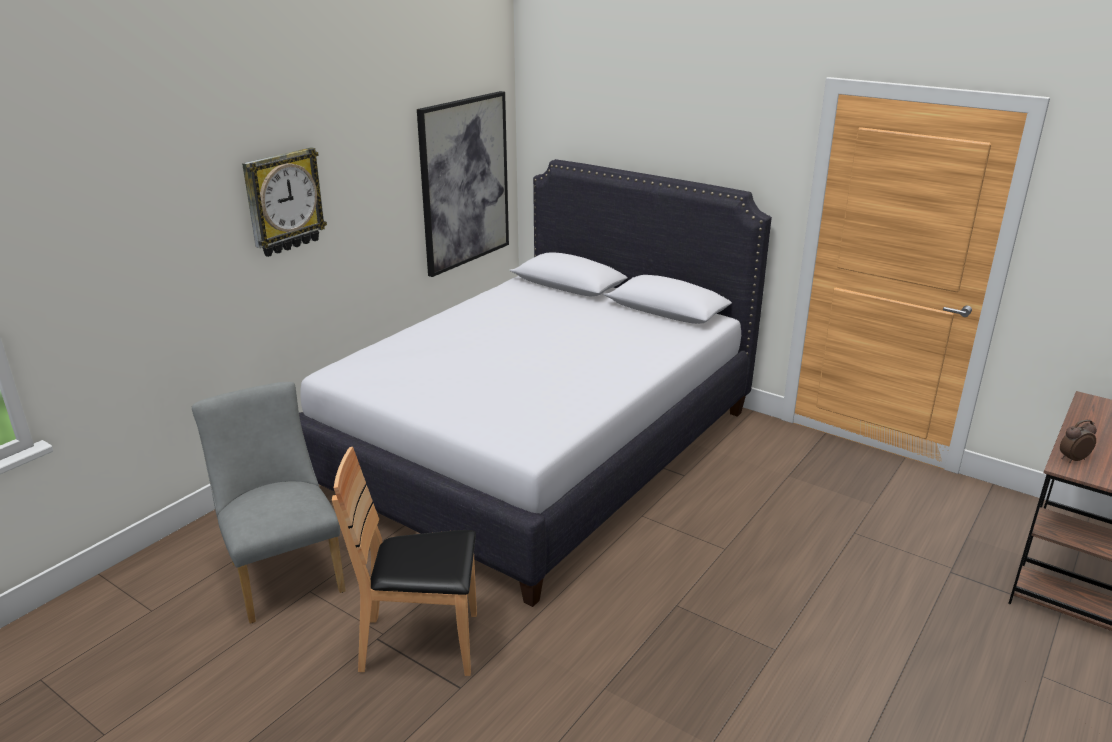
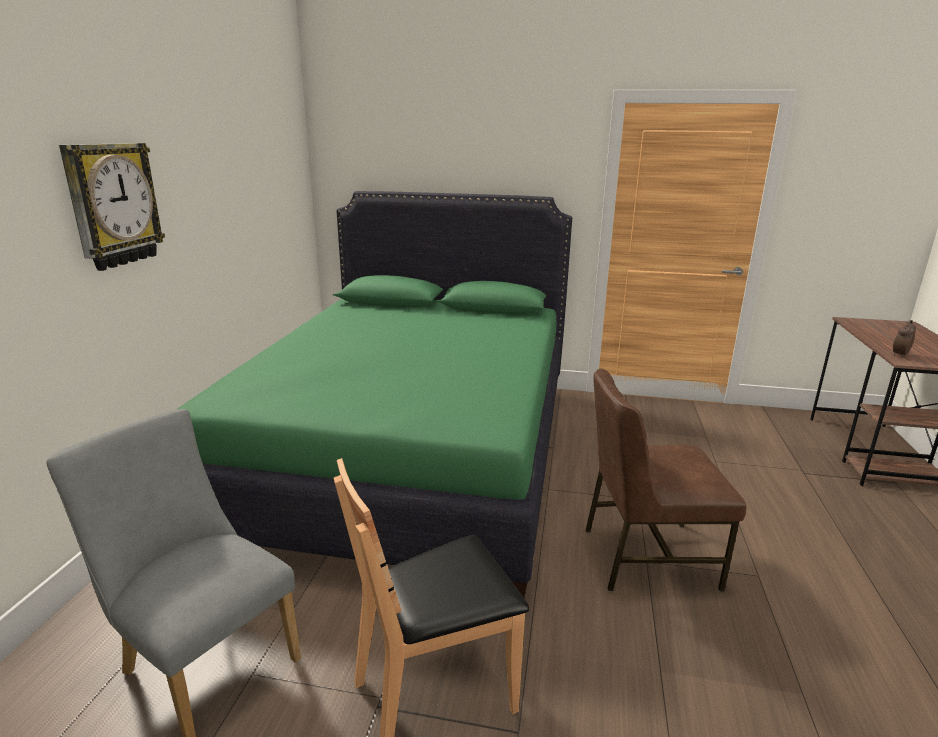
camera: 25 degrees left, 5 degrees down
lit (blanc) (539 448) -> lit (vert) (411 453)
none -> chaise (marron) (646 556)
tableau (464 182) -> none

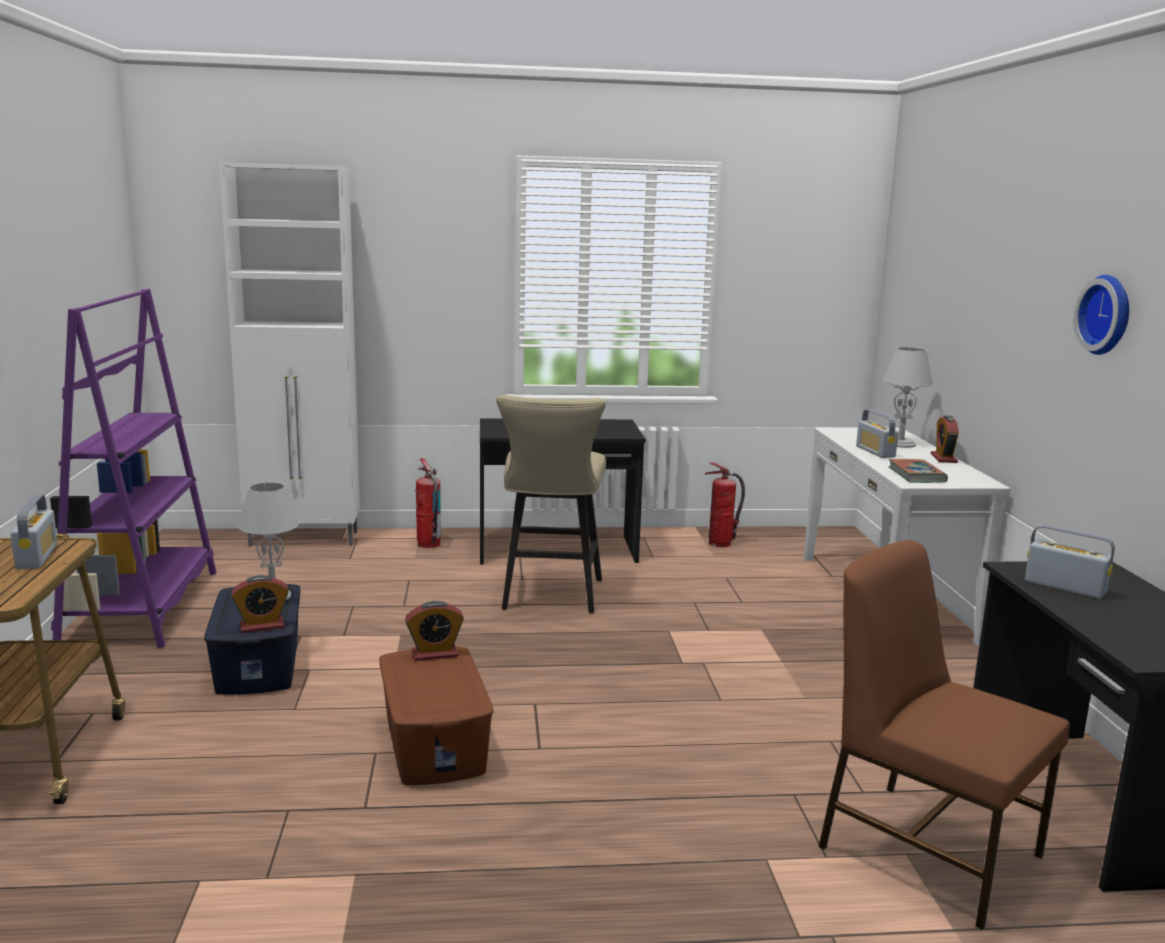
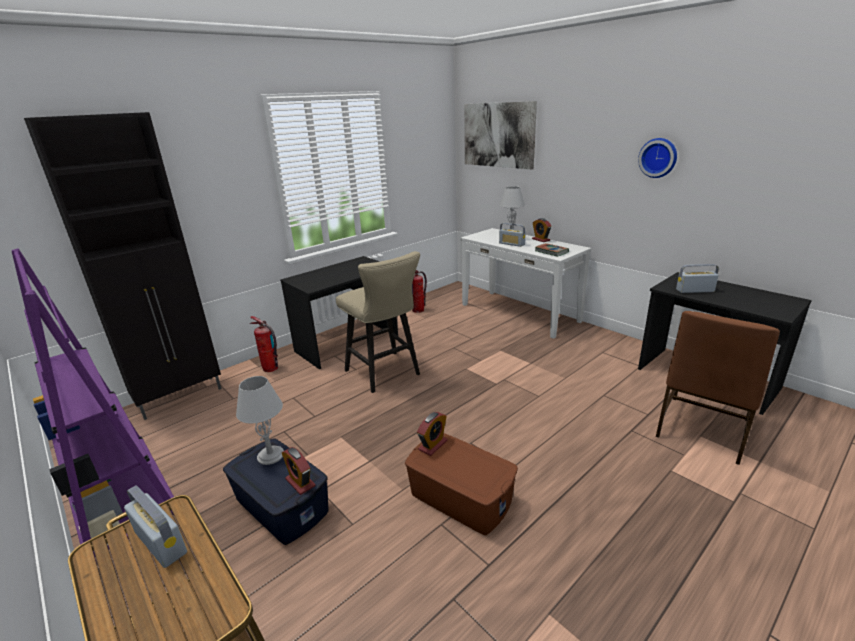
camera: 35 degrees left, 10 degrees up
meuble de rangement (blanc) (305 539) -> meuble de rangement (noir) (181 397)
réveil (262 626) -> réveil (300 482), 105 degrees clockwise
none -> tableau (498 135)
chaise (marron) (927 848) -> chaise (marron) (701 429), 60 degrees counterclockwise

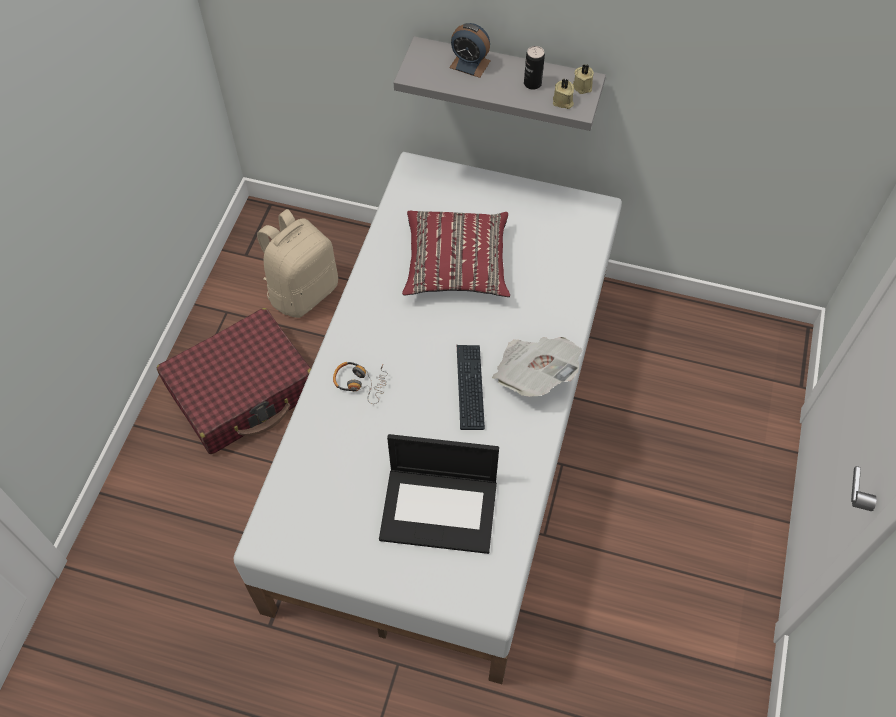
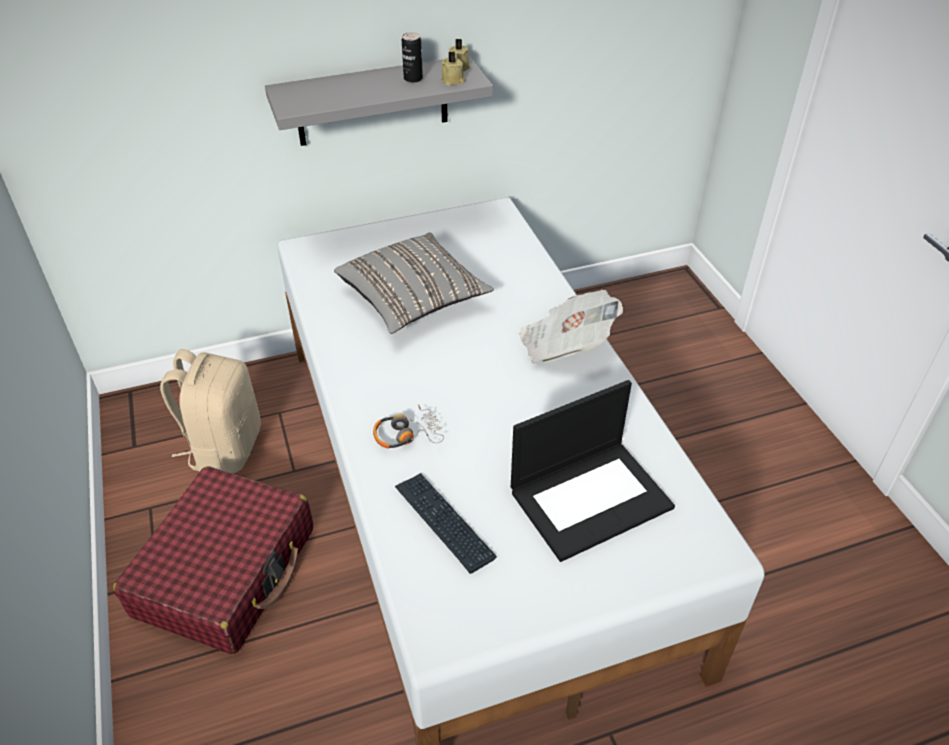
camera: 35 degrees left, 15 degrees down
coussin (rouge) (456 266) -> coussin (gris) (413 299)
clavier (470 387) -> clavier (444 522), shifted
réveil (470 64) -> none

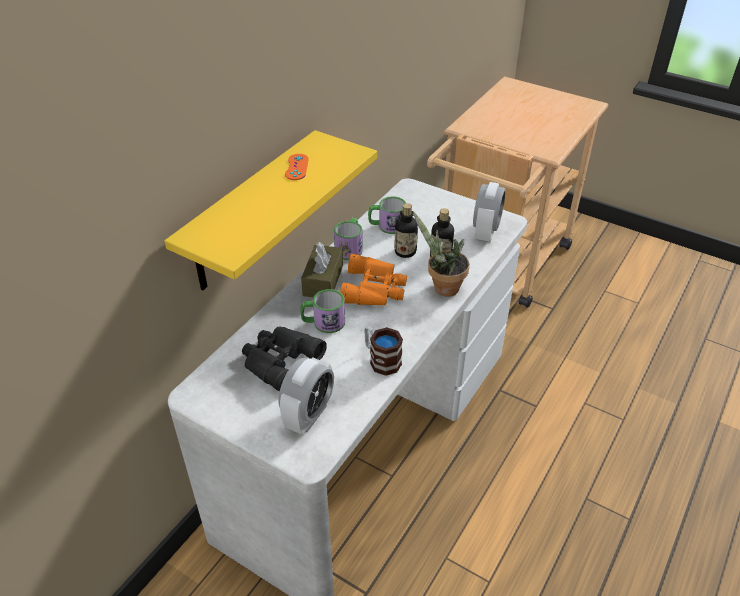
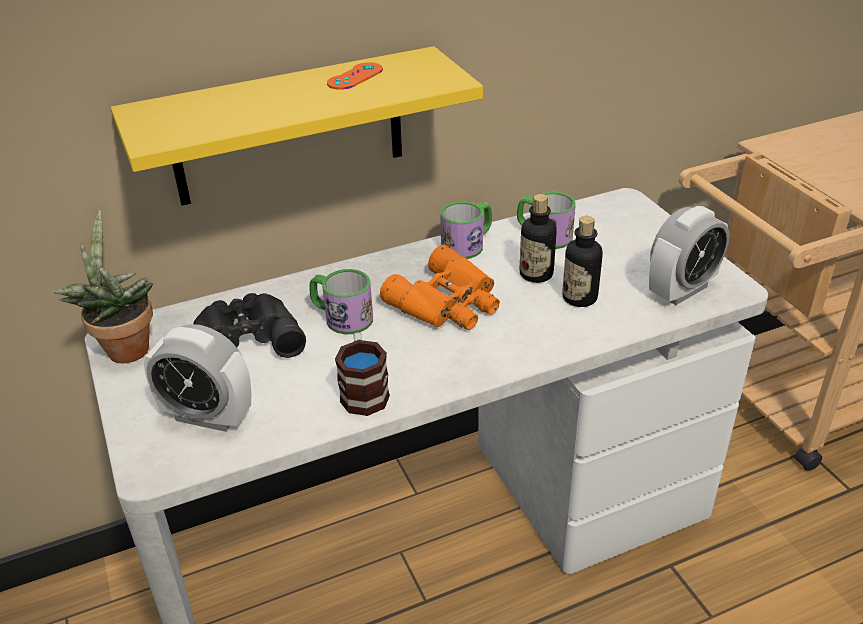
camera: 35 degrees right, 5 degrees down
plante en pot (442 288) -> plante en pot (125 347), shifted
réveil (309 415) -> réveil (207 416), 45 degrees clockwise
boîte à mouchoirs (marron) (323 280) -> none

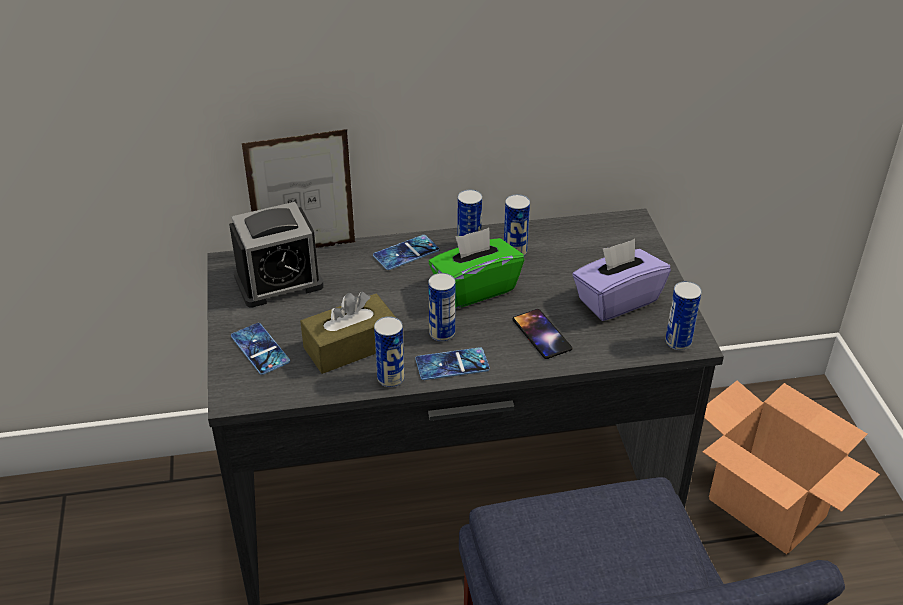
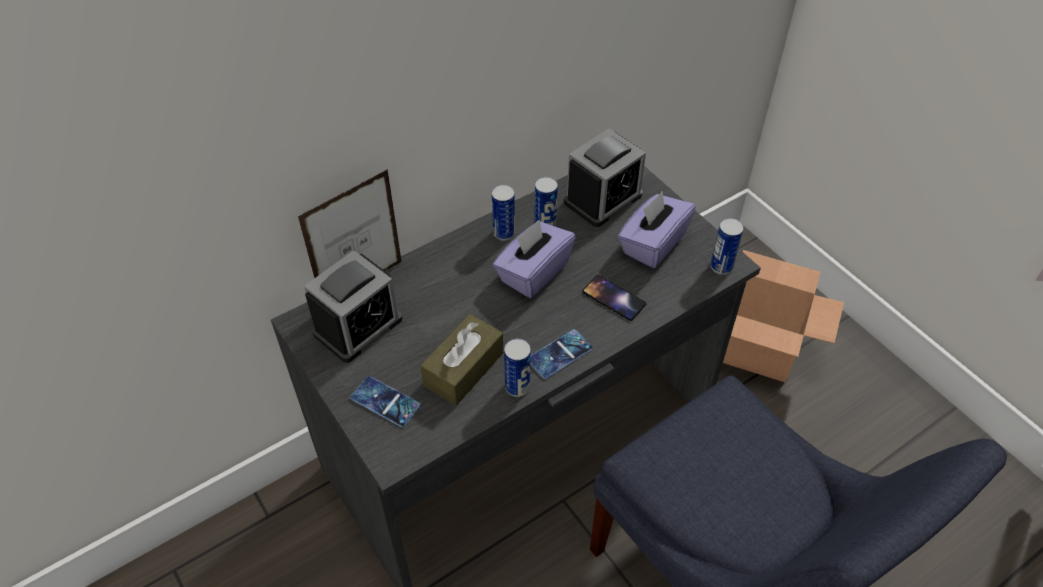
camera: 25 degrees left, 10 degrees up
boîte à mouchoirs (vert) (475 288) -> boîte à mouchoirs (violet) (533 272)
none -> réveil (603 199)
téléphone (406 253) -> none
boîte métallique (442 333) -> none

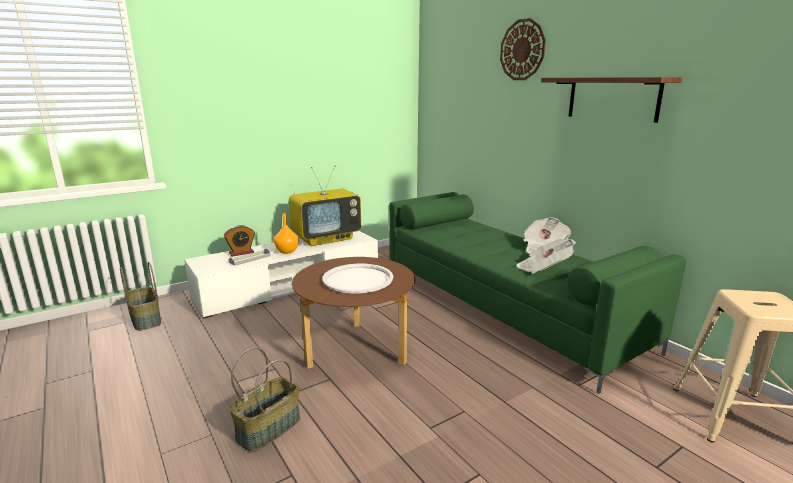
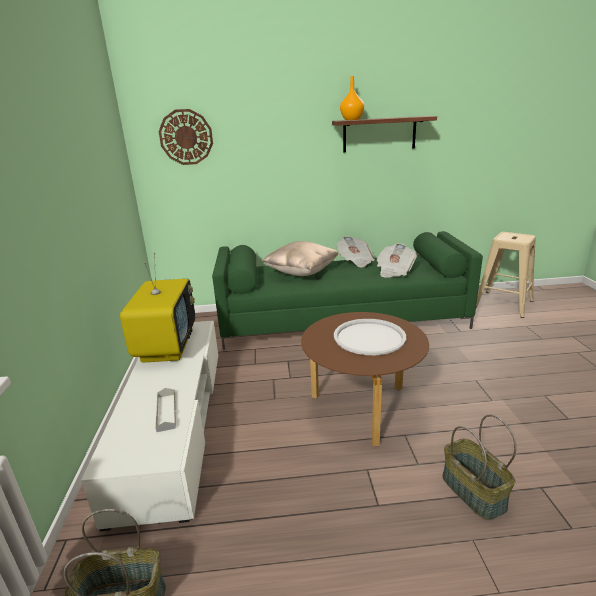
camera: 60 degrees left, 5 degrees up
horloge murale (522 50) -> horloge murale (186 137), shifted
none -> coussin (beige) (301 272)
vase (orange) (287 251) -> vase (orange) (351 119), shifted
réveil (241 253) -> none

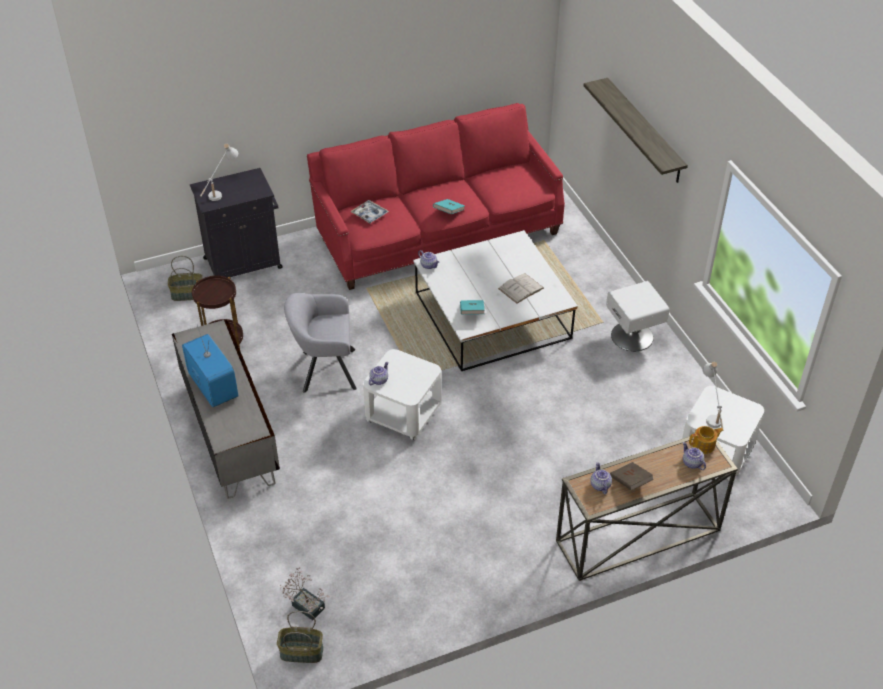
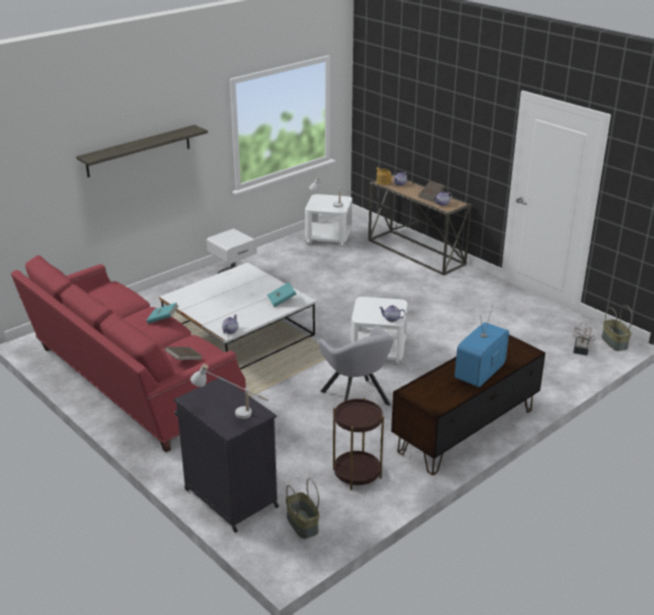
camera: 110 degrees left, 15 degrees down
plateau (369 214) -> livre (marron) (184 360)
meuble télé (gris) (230 433) -> meuble télé (marron) (465 430)
livre (blanc) (521 288) -> none

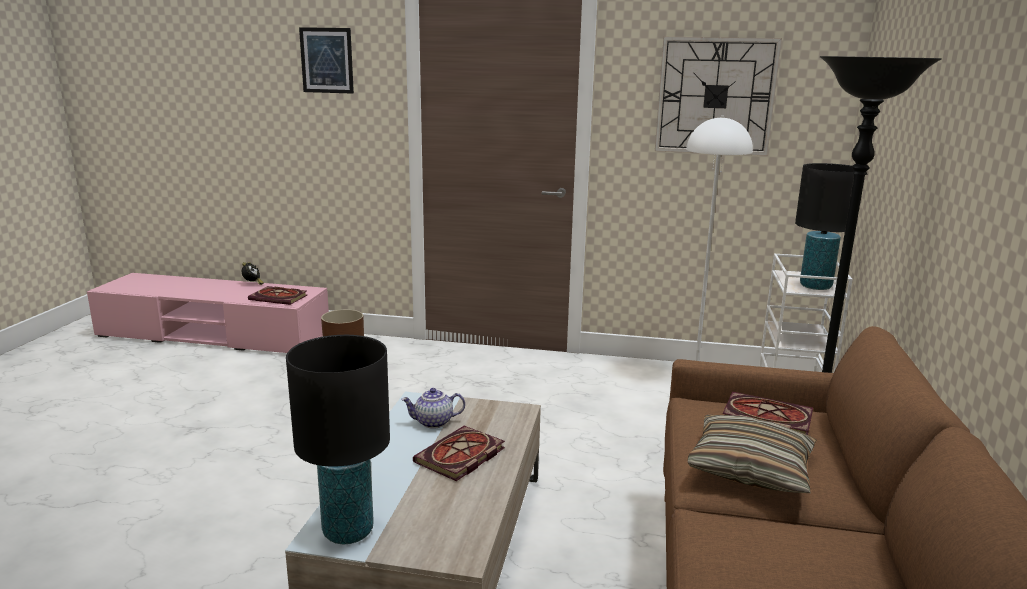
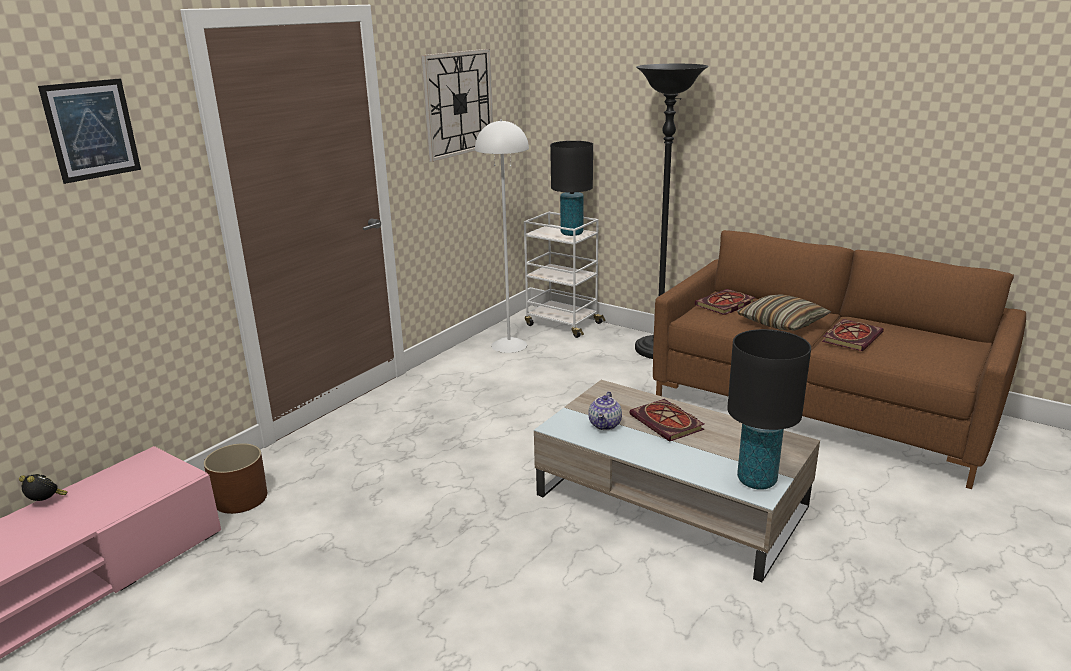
camera: 65 degrees left, 5 degrees up
livre (280 298) -> livre (851 337), shifted

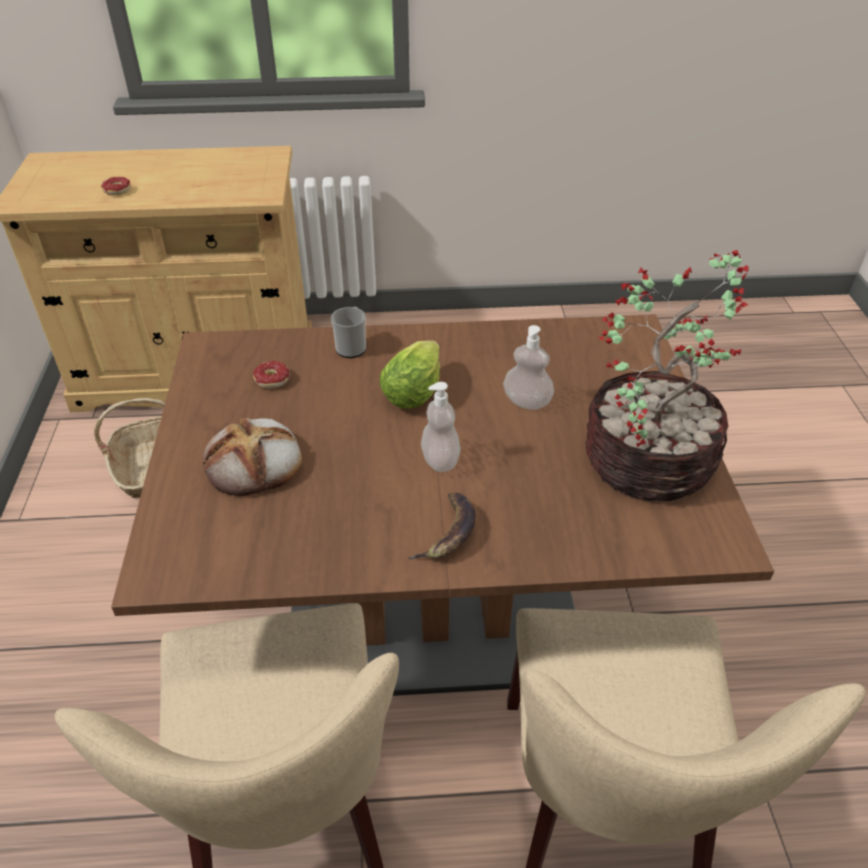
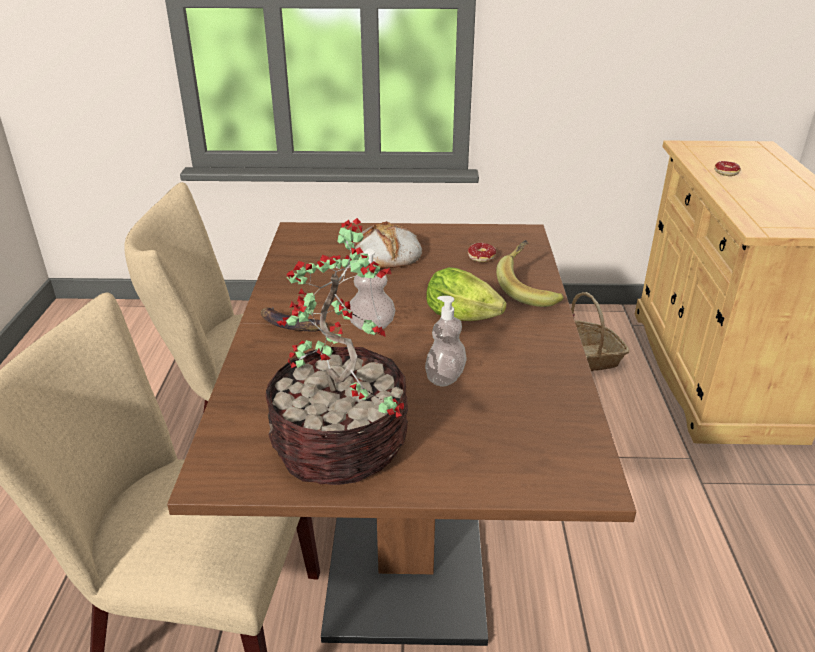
camera: 95 degrees right, 10 degrees down
mug (352 347) -> banane (530 290)

